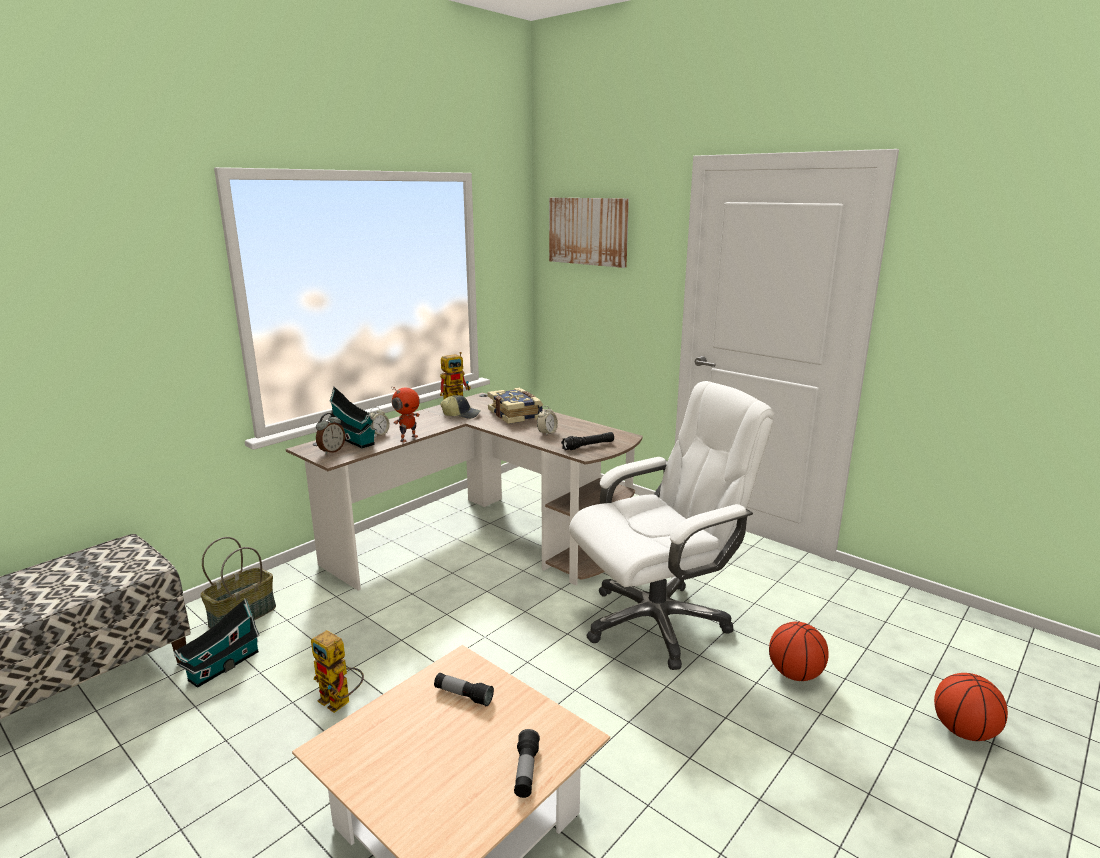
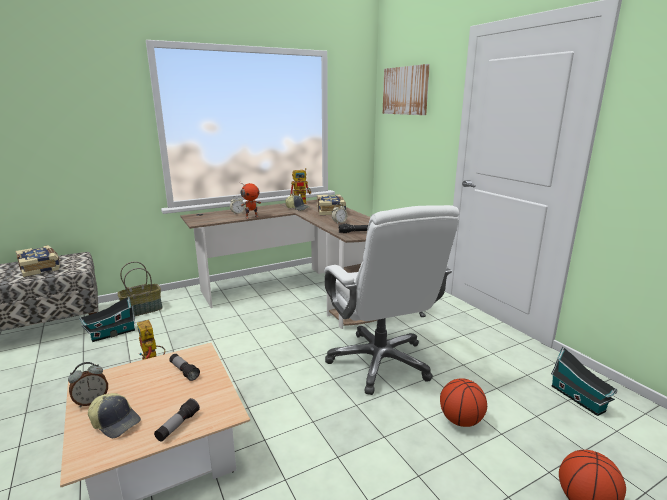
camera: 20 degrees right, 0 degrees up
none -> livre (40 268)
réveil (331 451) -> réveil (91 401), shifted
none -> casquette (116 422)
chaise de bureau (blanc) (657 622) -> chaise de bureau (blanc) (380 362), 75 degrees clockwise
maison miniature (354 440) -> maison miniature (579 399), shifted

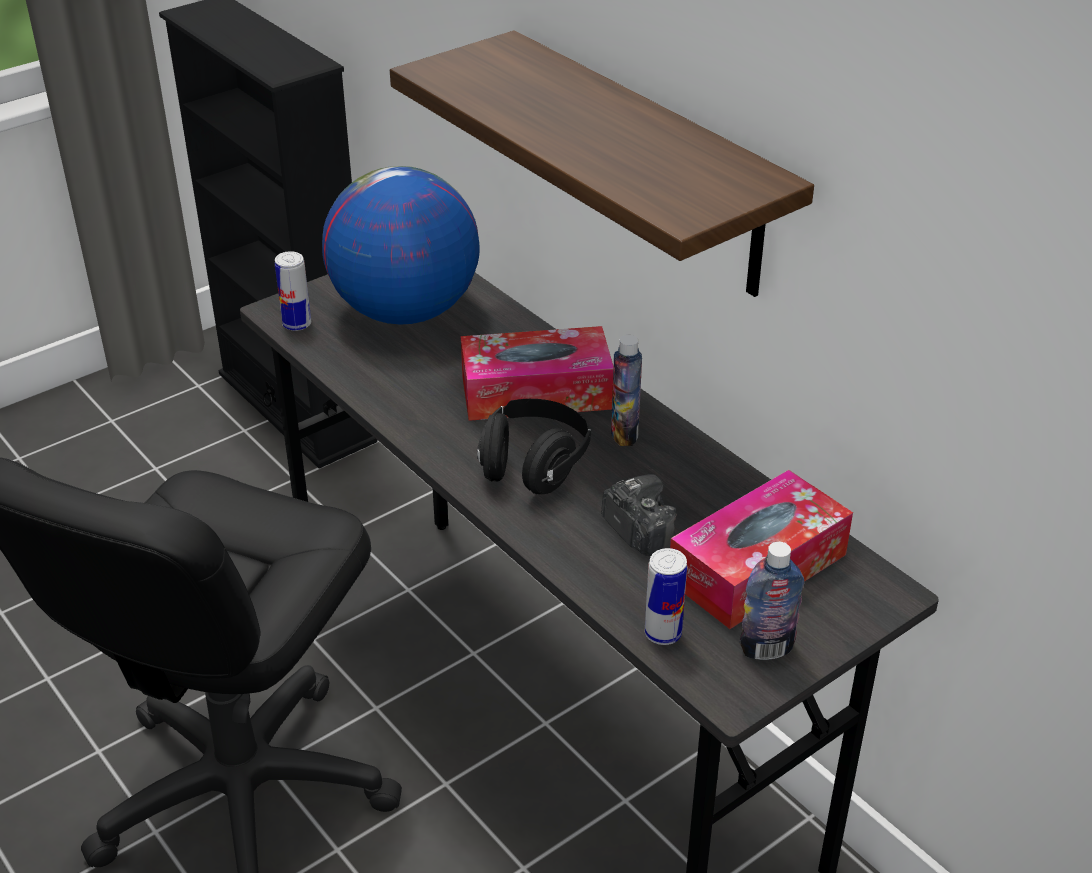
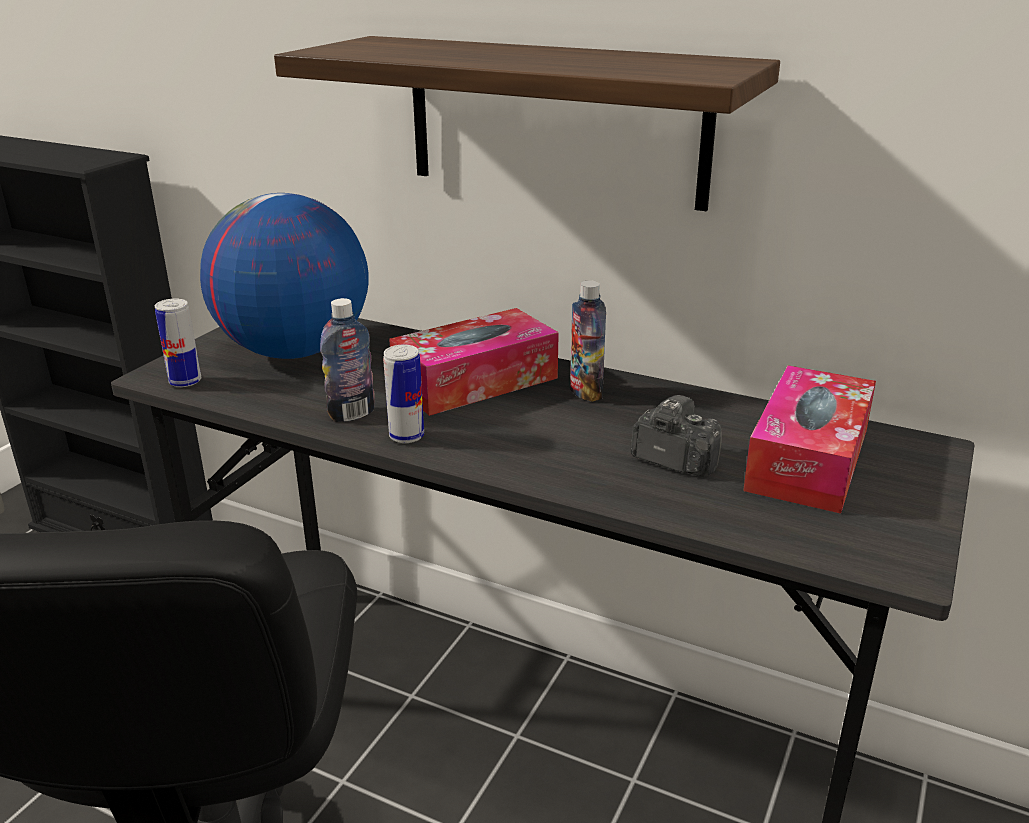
camera: 25 degrees left, 10 degrees down
bouteille (766 648) -> bouteille (352 414), shifted
boîte métallique (663 633) -> boîte métallique (406 436), shifted
casque audio (noir) (533 466) -> none

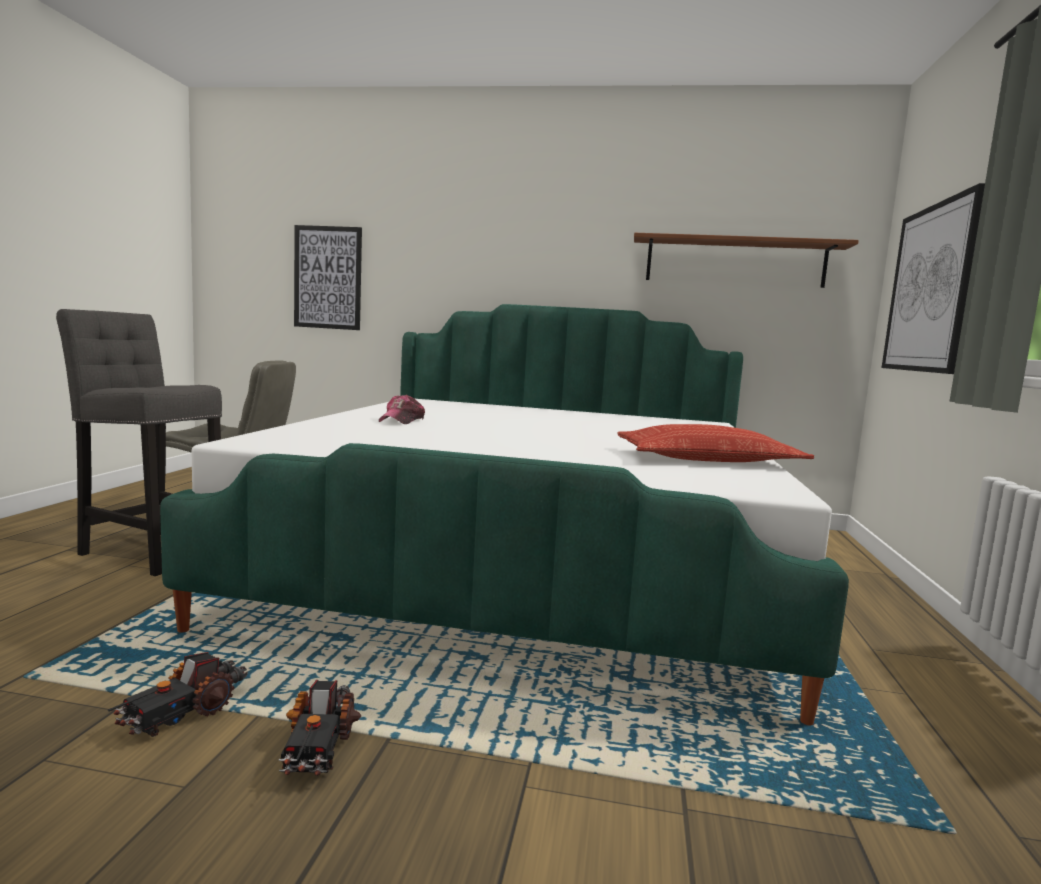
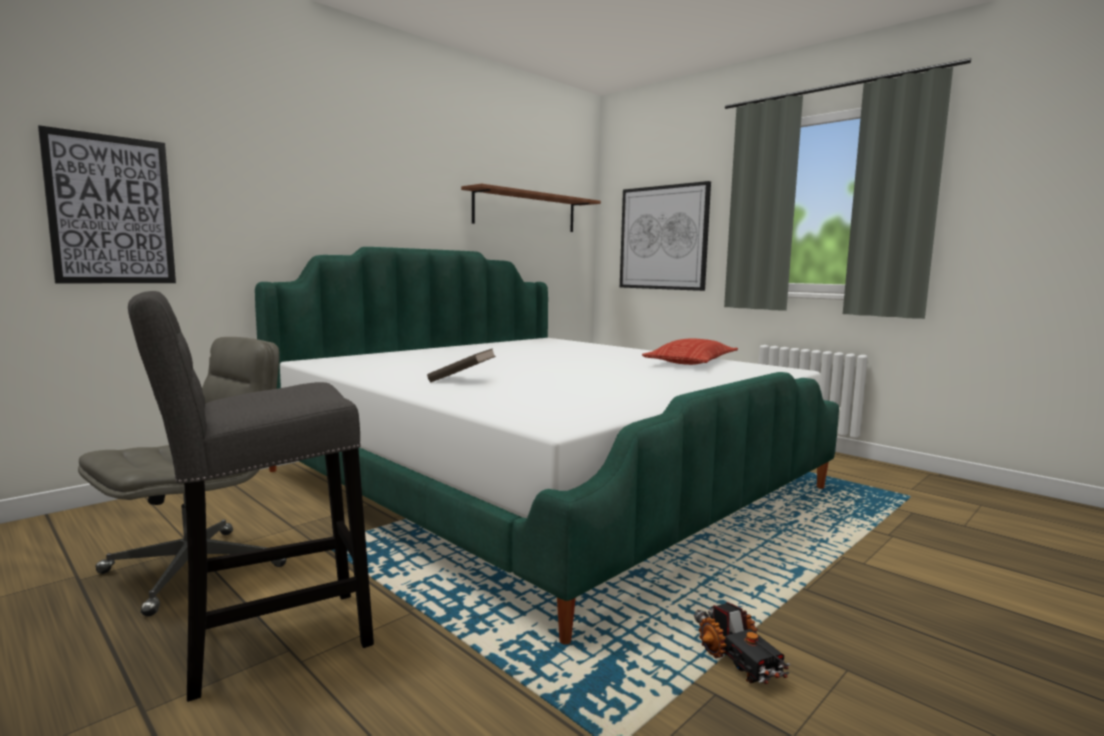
camera: 55 degrees left, 0 degrees up
casquette (402 420) -> livre (marron) (462 380)
camion jouet (317 747) -> none

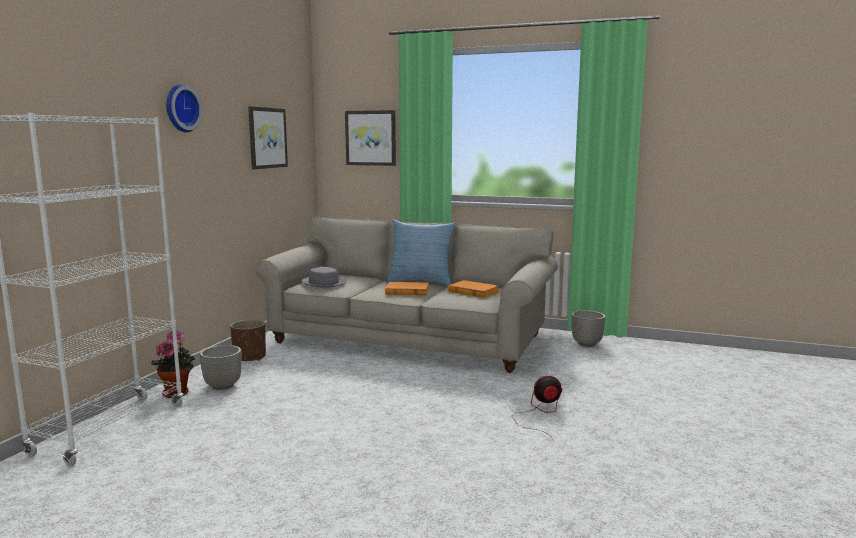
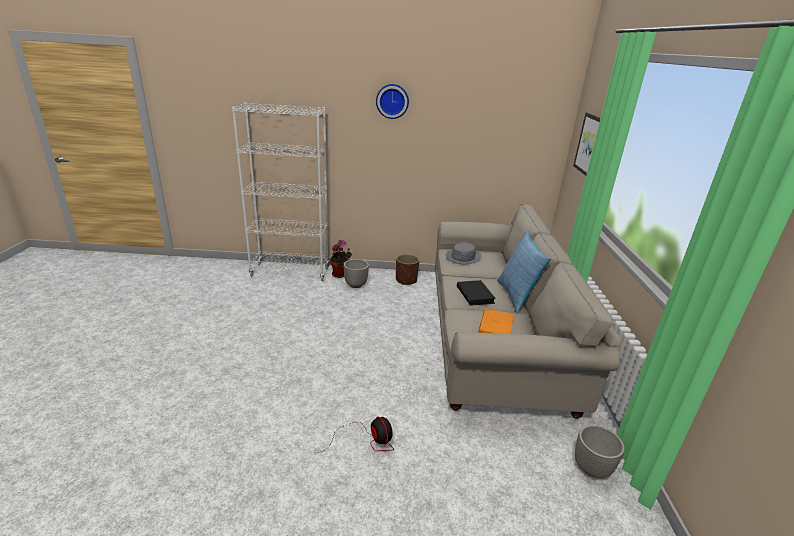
camera: 70 degrees right, 15 degrees up
livre (orange) (407 291) -> livre (noir) (475 295)
tableau (267 138) -> none

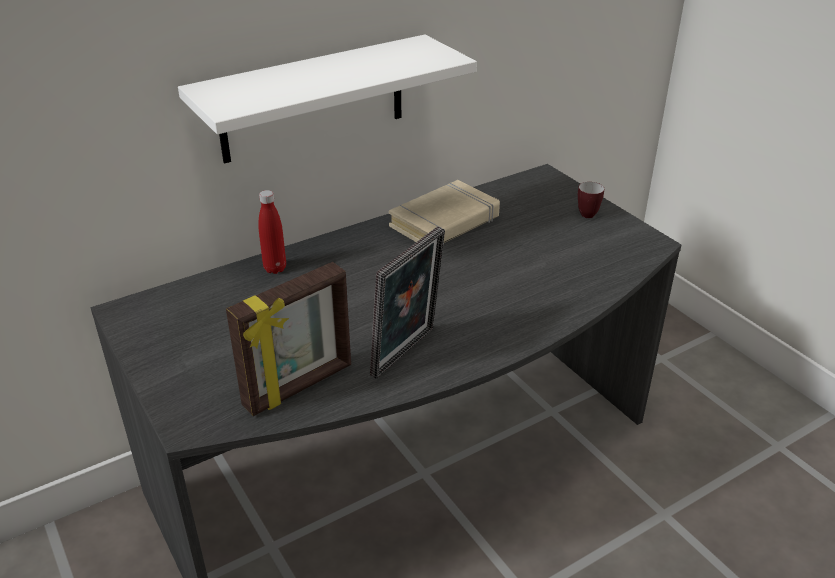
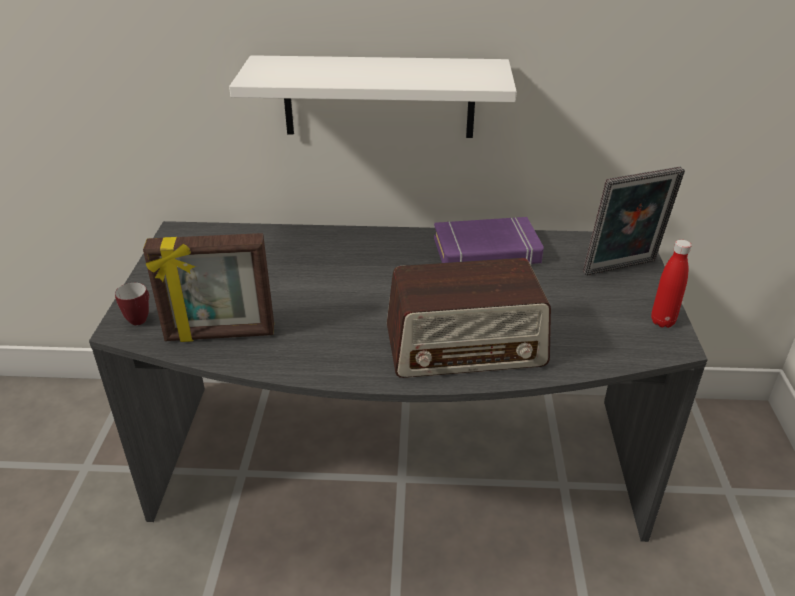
camera: 35 degrees right, 0 degrees up
mug (585 213) -> mug (140 318), shifted
none -> radio (466 347)
livre (beige) (445 222) -> livre (violet) (486 251)
cadre photo (407 354) -> cadre photo (622 269), shifted
bouteille (rouge) (275 268) -> bouteille (rouge) (662 321), shifted

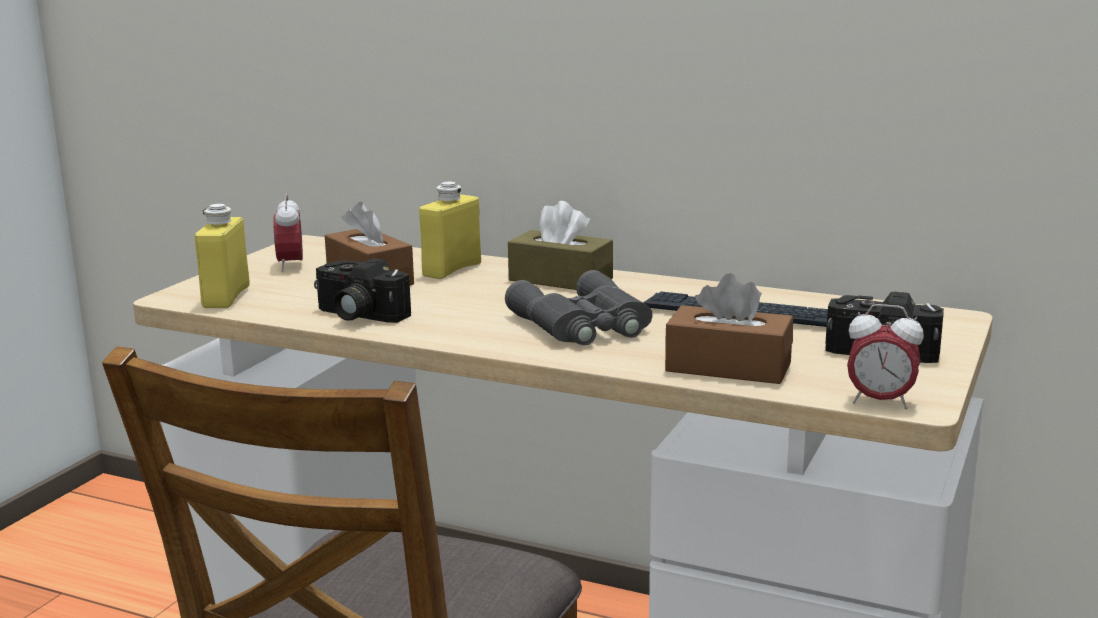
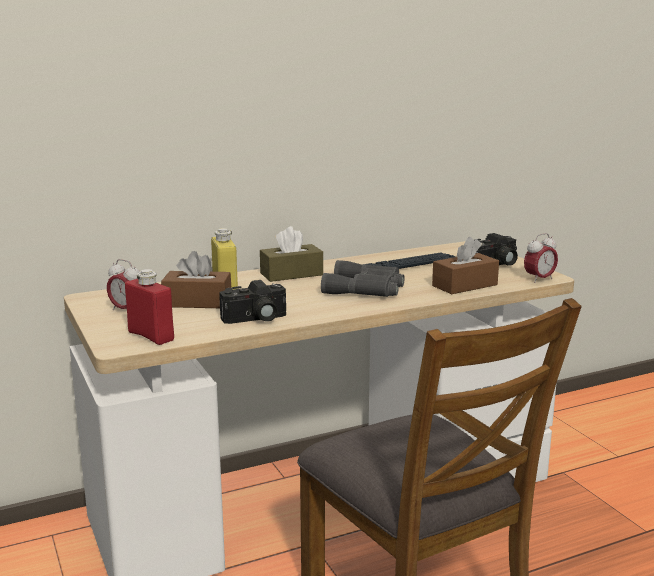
camera: 50 degrees left, 0 degrees up
bouteille (jaune) (226 297) -> bouteille (rouge) (151 336)

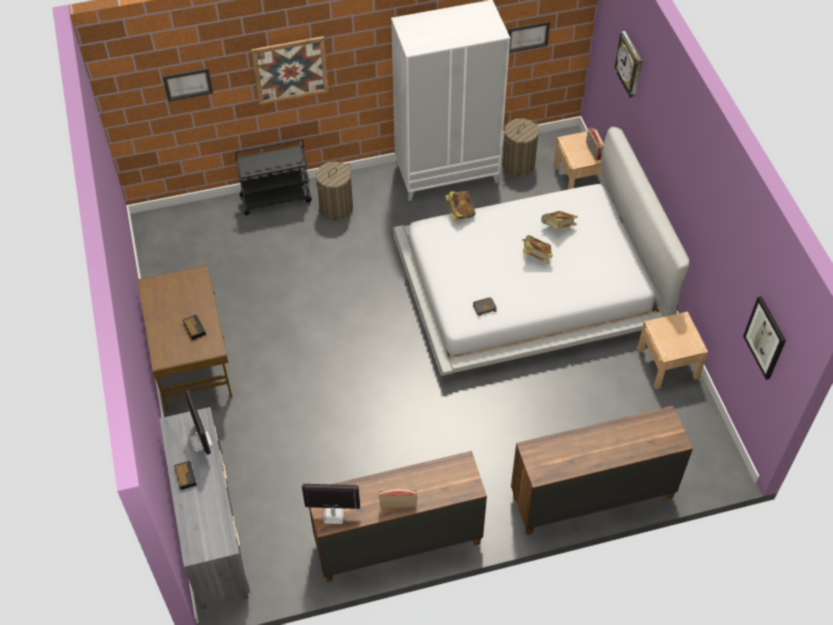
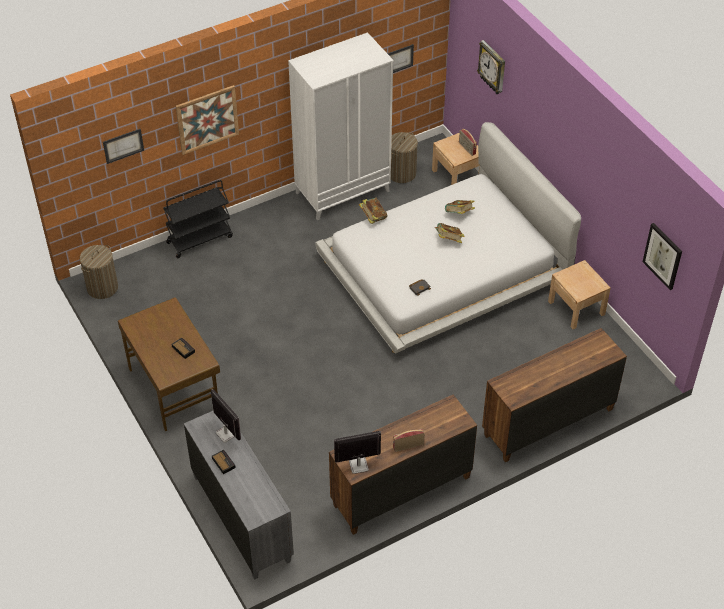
camera: 15 degrees left, 5 degrees down
panier à linge (336 207) -> panier à linge (102 287), shifted

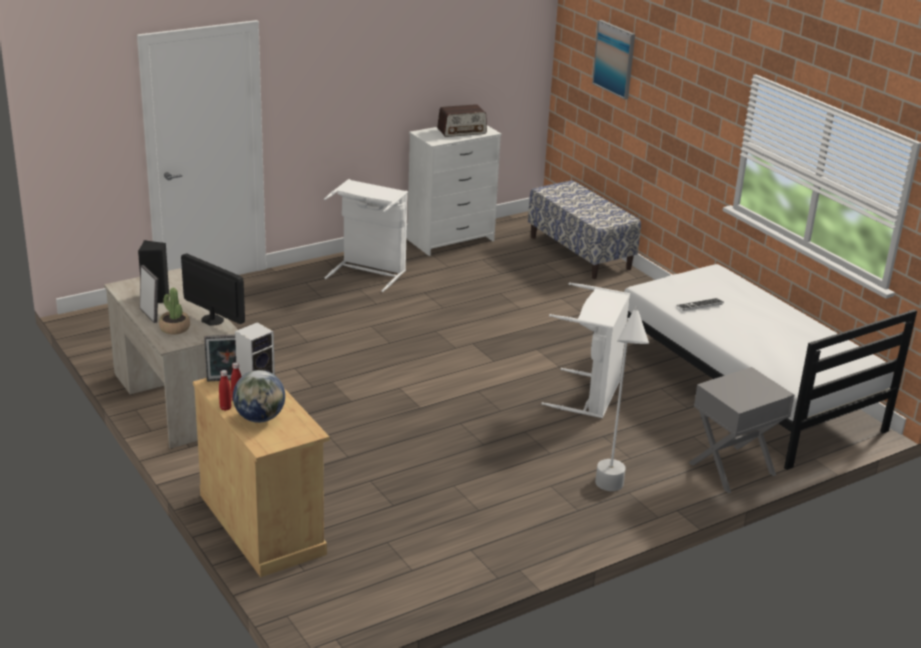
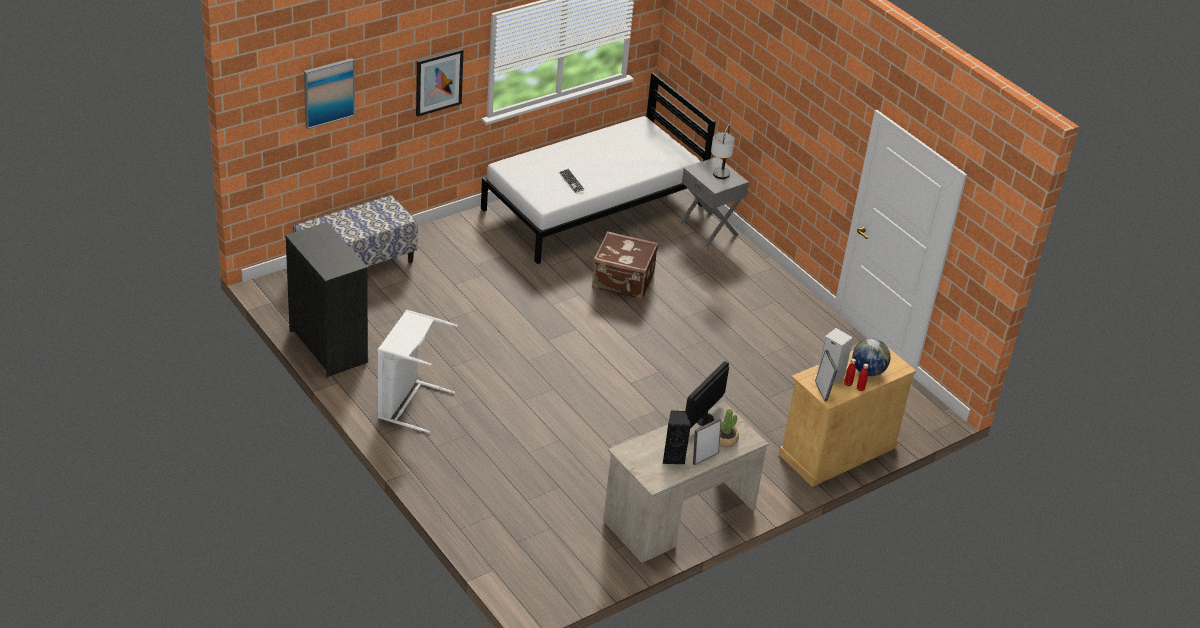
camera: 95 degrees left, 10 degrees up
commode (blanc) (451 240) -> commode (noir) (329 346)
none -> tableau (438 82)
panier à linge (blanc) (591 396) -> valise (marron) (623 282)
none -> lampe de table (718 178)
radio (462 131) -> none
lampadaire (blanc) (611 497) -> none

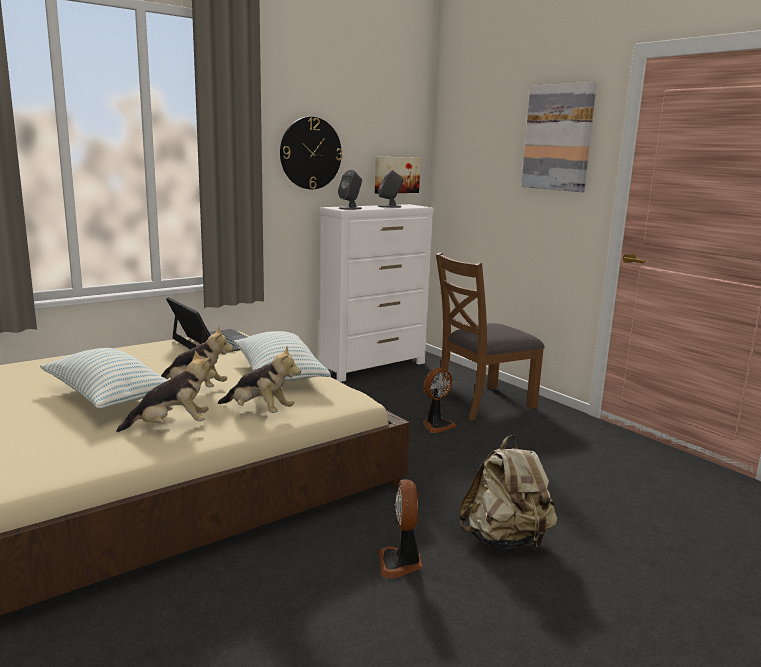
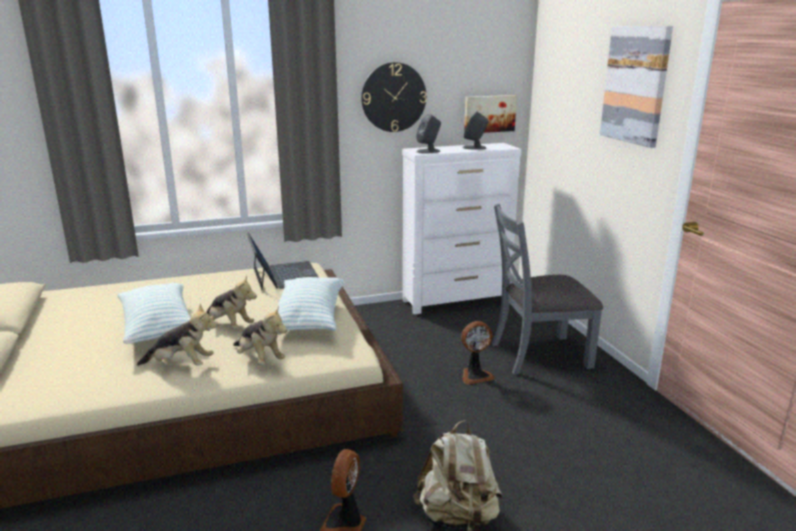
camera: 20 degrees right, 5 degrees up
chaise (marron) (482 402) -> chaise (gris) (539 354)

